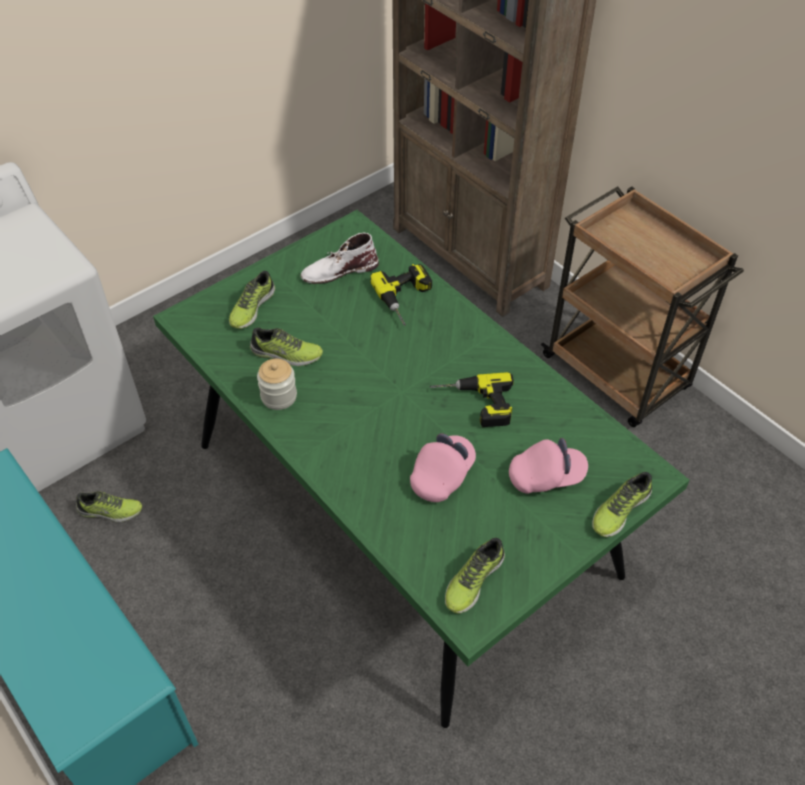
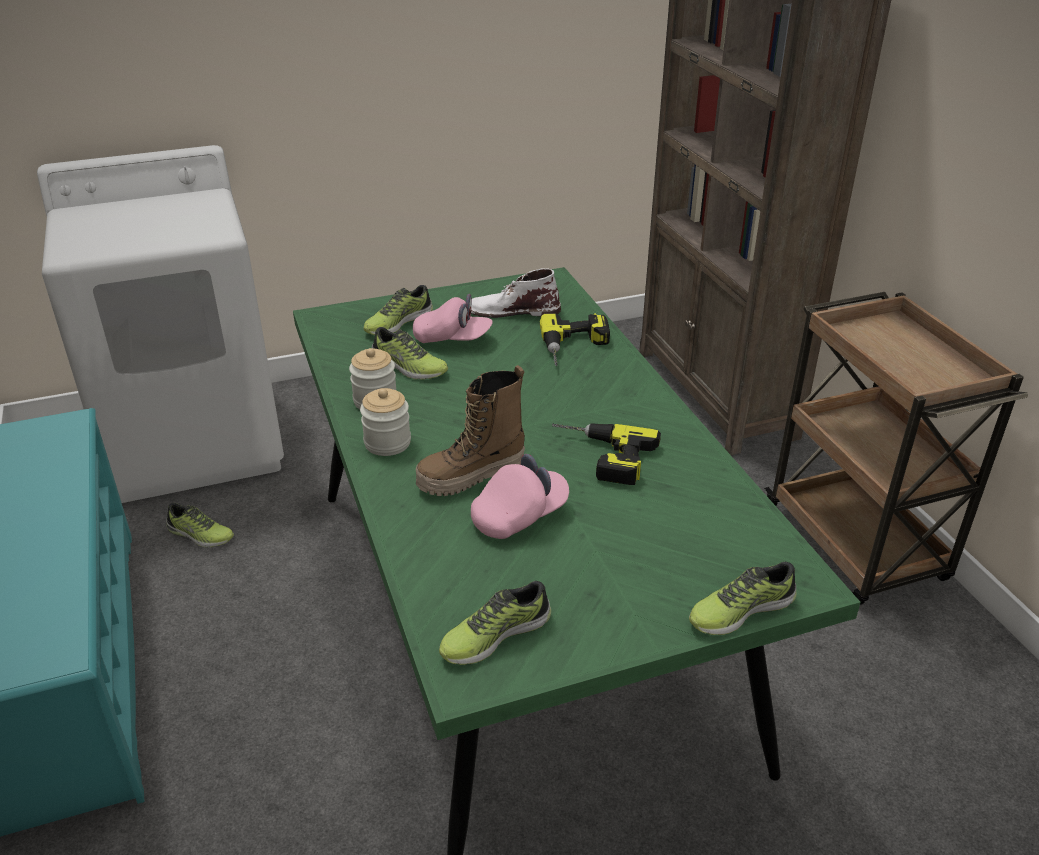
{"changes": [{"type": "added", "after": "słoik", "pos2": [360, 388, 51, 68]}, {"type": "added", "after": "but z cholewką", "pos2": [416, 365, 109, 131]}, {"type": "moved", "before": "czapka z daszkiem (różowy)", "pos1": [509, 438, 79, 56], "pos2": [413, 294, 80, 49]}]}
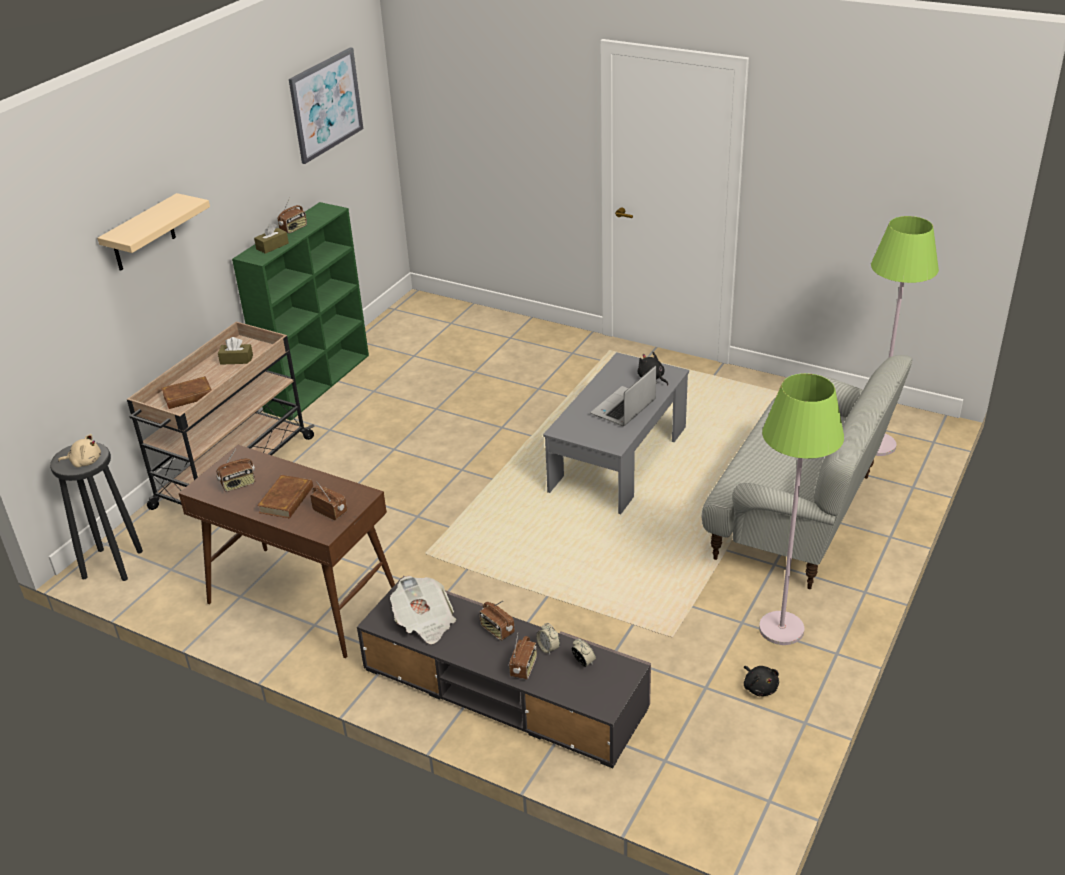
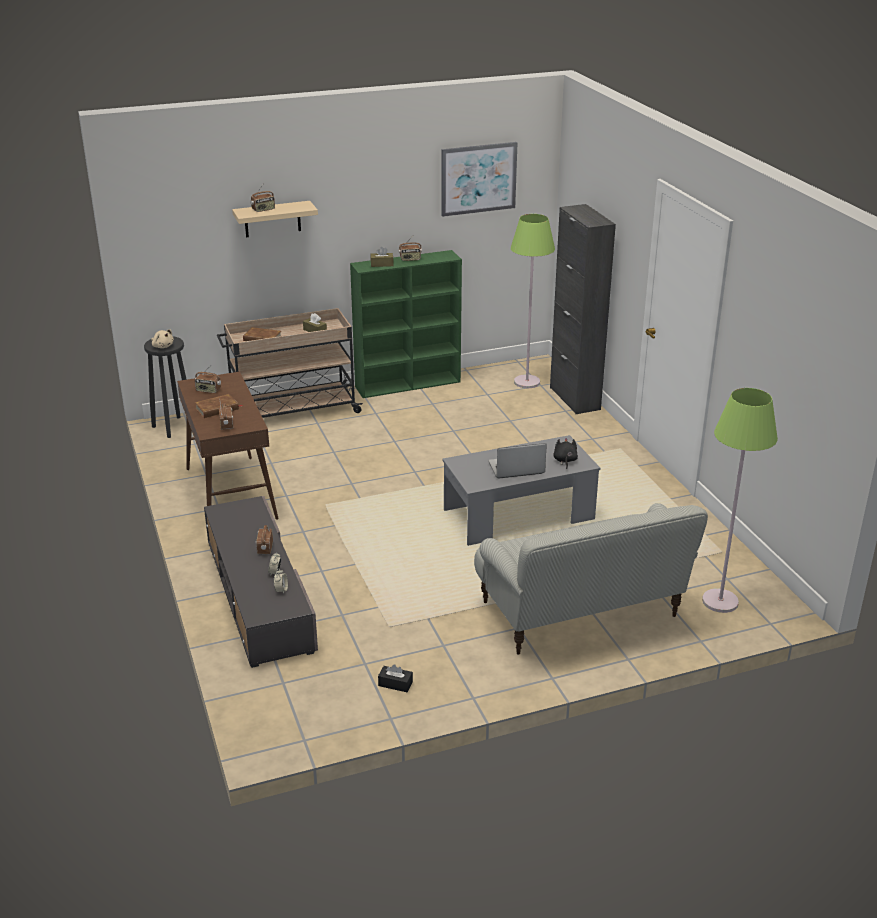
{"changes": [{"type": "removed", "before": "gazeta", "pos1": [390, 576, 66, 68]}, {"type": "added", "after": "szafka (czarny)", "pos2": [550, 204, 66, 210]}, {"type": "moved", "before": "radio", "pos1": [509, 634, 28, 45], "pos2": [250, 183, 25, 29]}, {"type": "moved", "before": "lampa stojąca (zielony)", "pos1": [759, 373, 85, 272], "pos2": [511, 214, 44, 174]}, {"type": "replaced", "before": "pluszak (czarny)", "after": "pudełko chusteczek (czarny)", "pos1": [744, 666, 35, 30], "pos2": [378, 664, 35, 28]}]}
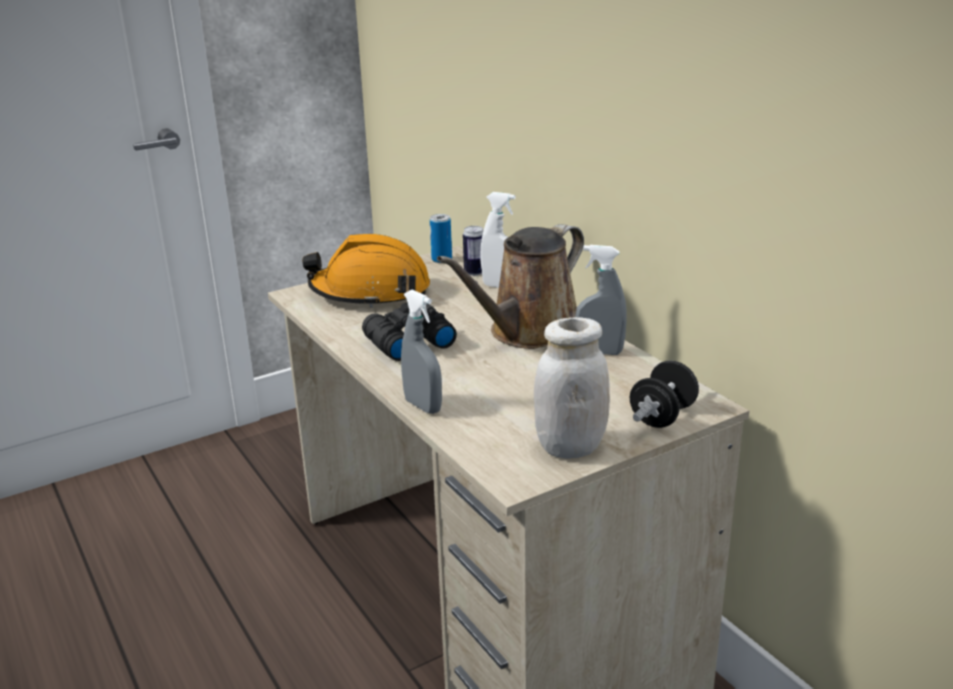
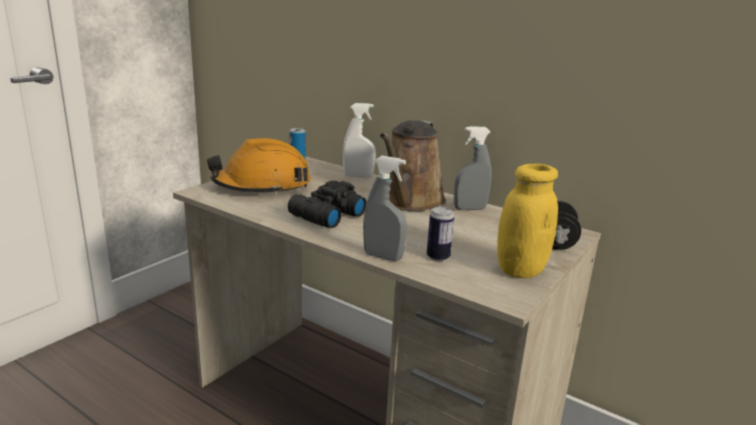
{"changes": [{"type": "moved", "before": "puszka", "pos1": [463, 226, 21, 50], "pos2": [427, 207, 27, 54]}, {"type": "recoloured", "before": "słoik (biały)", "after": "słoik (żółty)", "pos1": [534, 317, 76, 142], "pos2": [497, 164, 61, 114]}]}
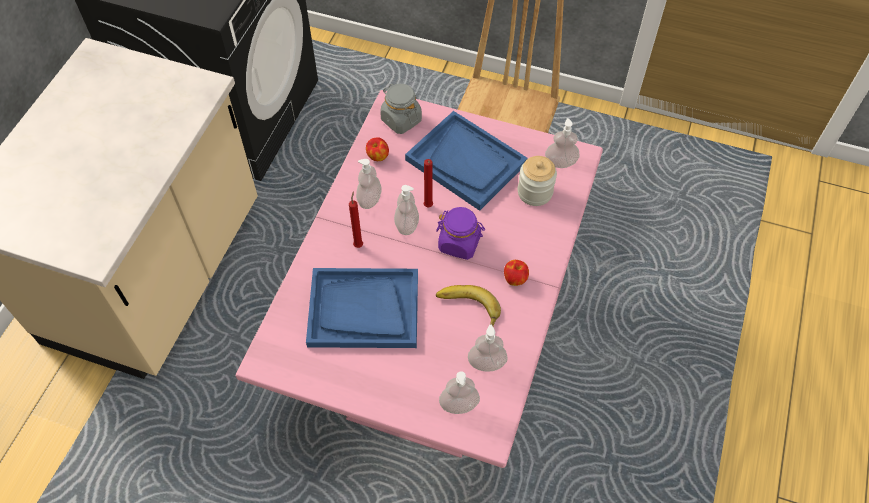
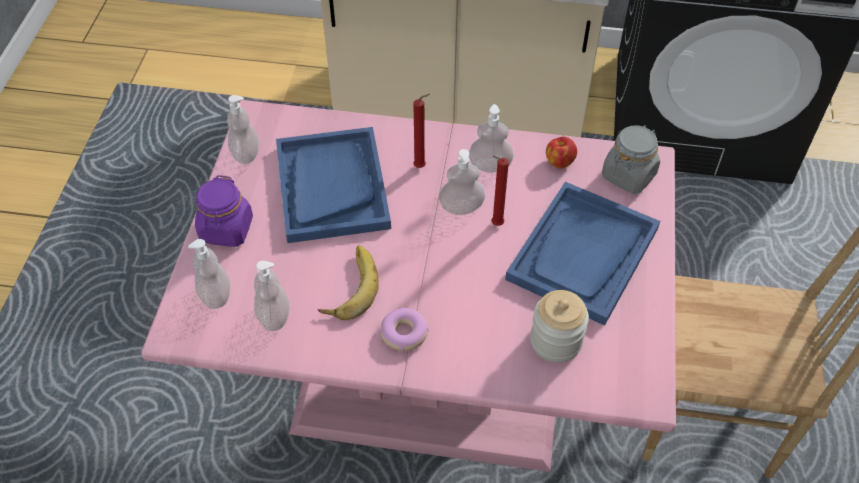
{"changes": [{"type": "moved", "before": "słoik (fioletowy)", "pos1": [436, 207, 49, 53], "pos2": [195, 175, 58, 72]}, {"type": "moved", "before": "dozownik mydła", "pos1": [545, 118, 35, 50], "pos2": [227, 95, 32, 69]}, {"type": "replaced", "before": "jabłko", "after": "donut", "pos1": [504, 260, 25, 26], "pos2": [380, 308, 48, 43]}]}
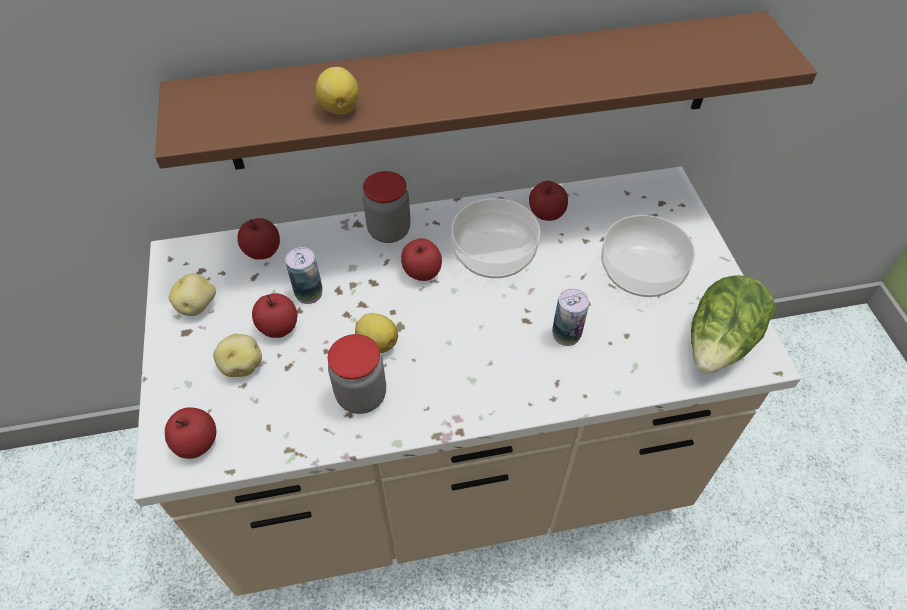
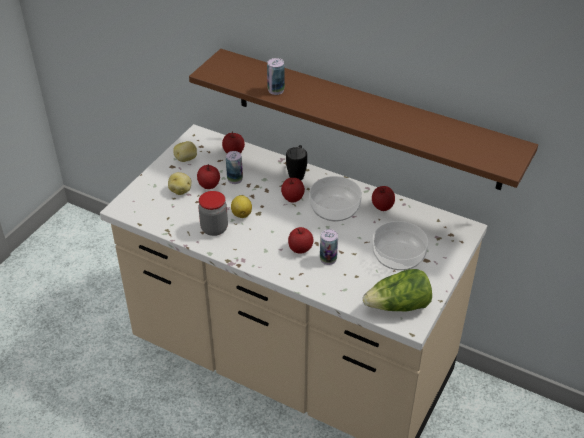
{"changes": [{"type": "moved", "before": "jabłko", "pos1": [165, 408, 51, 51], "pos2": [288, 227, 25, 26]}, {"type": "replaced", "before": "cytryna", "after": "puszka", "pos1": [316, 67, 43, 47], "pos2": [267, 58, 18, 37]}, {"type": "replaced", "before": "słoik", "after": "kubek (czarny)", "pos1": [363, 171, 47, 72], "pos2": [286, 145, 21, 35]}]}
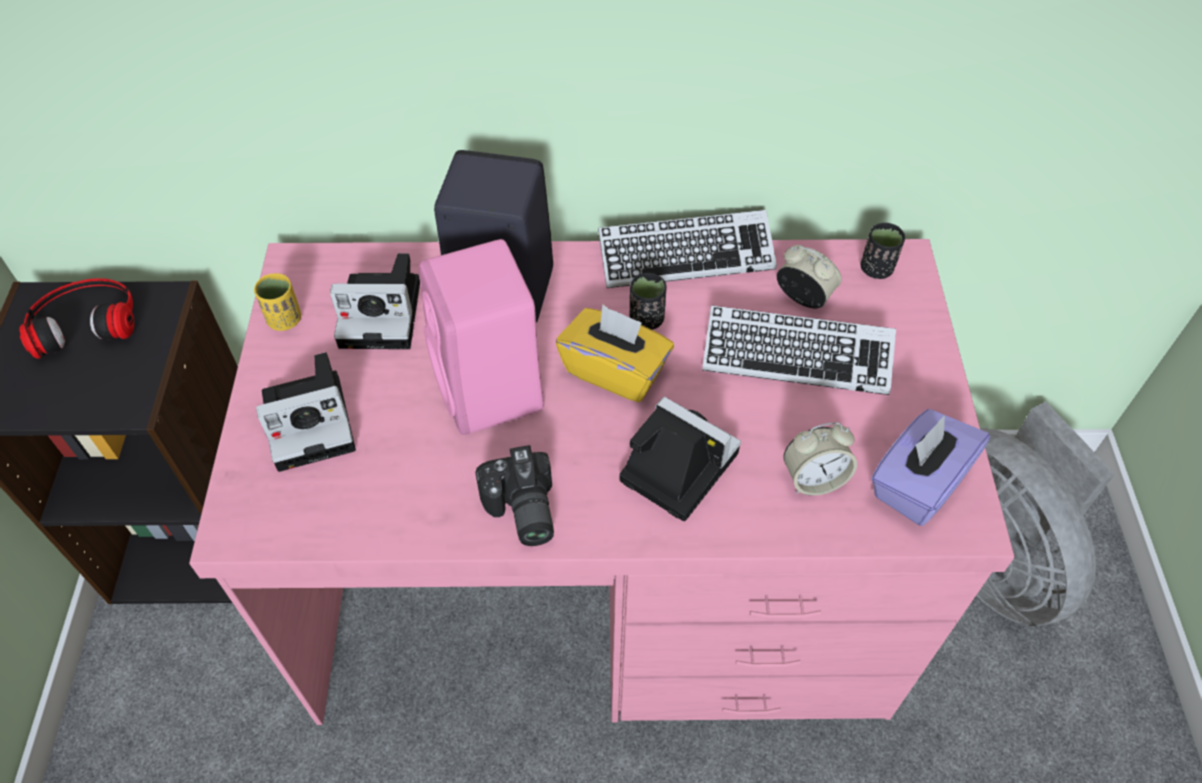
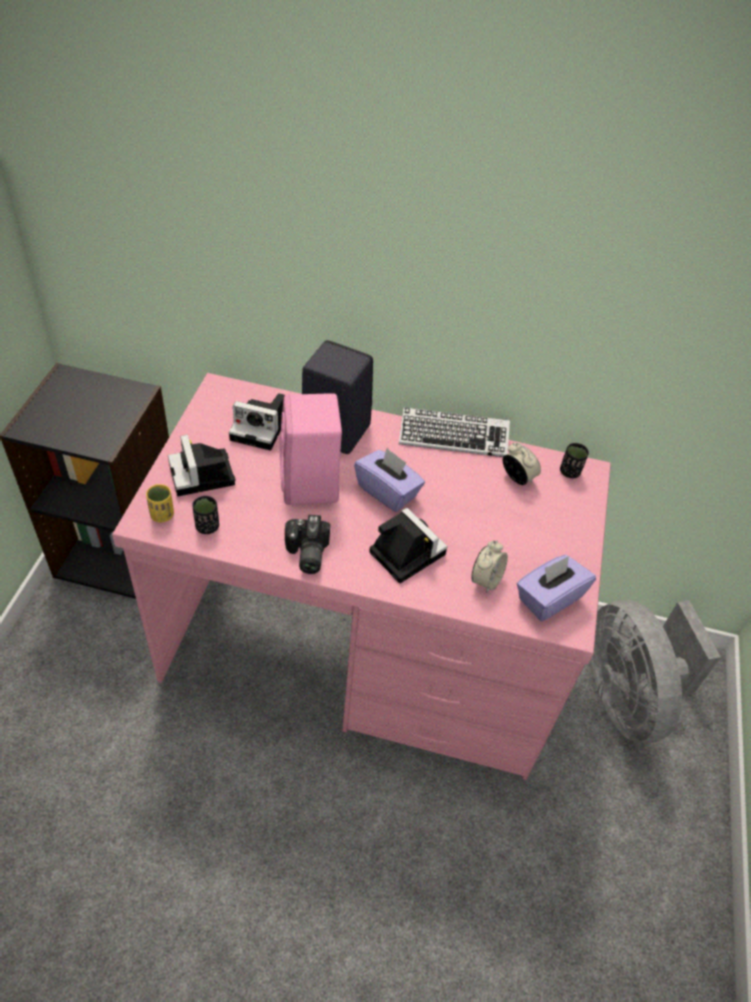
{"changes": [{"type": "removed", "before": "słuchawki", "pos1": [19, 278, 115, 81]}, {"type": "removed", "before": "klawiatura", "pos1": [702, 305, 194, 90]}, {"type": "moved", "before": "filiżanka (żółty)", "pos1": [254, 273, 47, 58], "pos2": [146, 484, 28, 38]}, {"type": "moved", "before": "filiżanka (czarny)", "pos1": [630, 273, 36, 57], "pos2": [192, 496, 27, 38]}, {"type": "recoloured", "before": "pudełko chusteczek (żółty)", "after": "pudełko chusteczek (fioletowy)", "pos1": [556, 304, 118, 98], "pos2": [354, 448, 71, 64]}, {"type": "turned", "before": "aparat fotograficzny", "pos1": [256, 352, 100, 120], "pos2": [168, 435, 68, 61], "turn": 75}, {"type": "turned", "before": "budzik", "pos1": [783, 423, 74, 73], "pos2": [471, 540, 37, 53], "turn": -60}]}
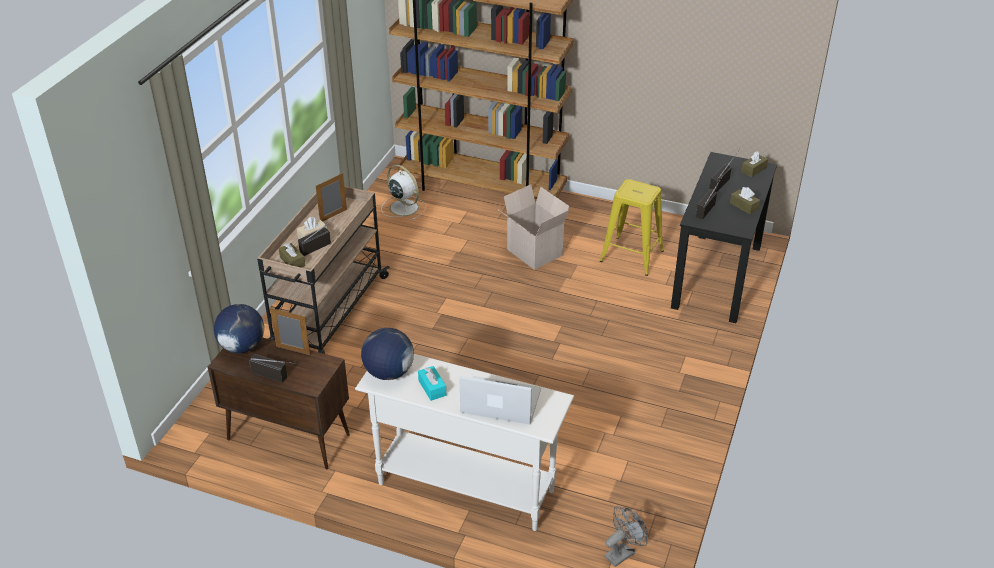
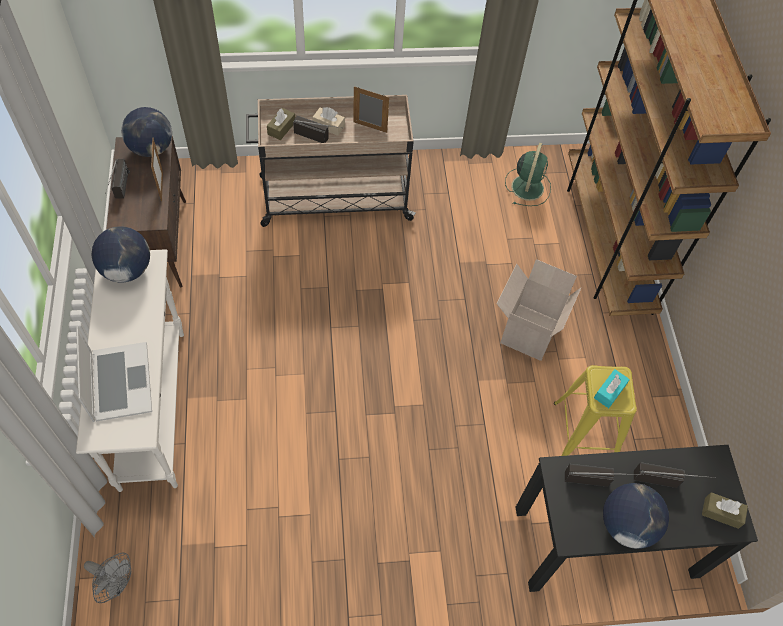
{"changes": [{"type": "moved", "before": "pudełko chusteczek (turkusowy)", "pos1": [418, 366, 28, 35], "pos2": [594, 369, 36, 39]}, {"type": "replaced", "before": "pudełko chusteczek (brązowy)", "after": "globus", "pos1": [730, 187, 30, 27], "pos2": [603, 483, 66, 66]}, {"type": "recoloured", "before": "wentylator (biały)", "after": "wentylator (zielony)", "pos1": [381, 165, 45, 55], "pos2": [505, 142, 46, 64]}]}
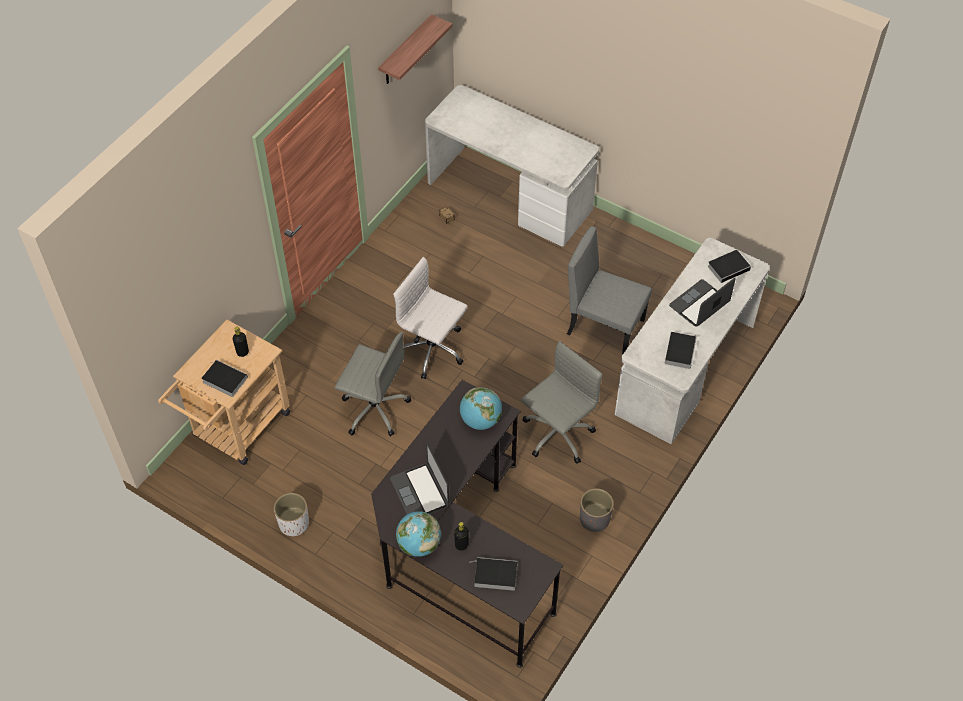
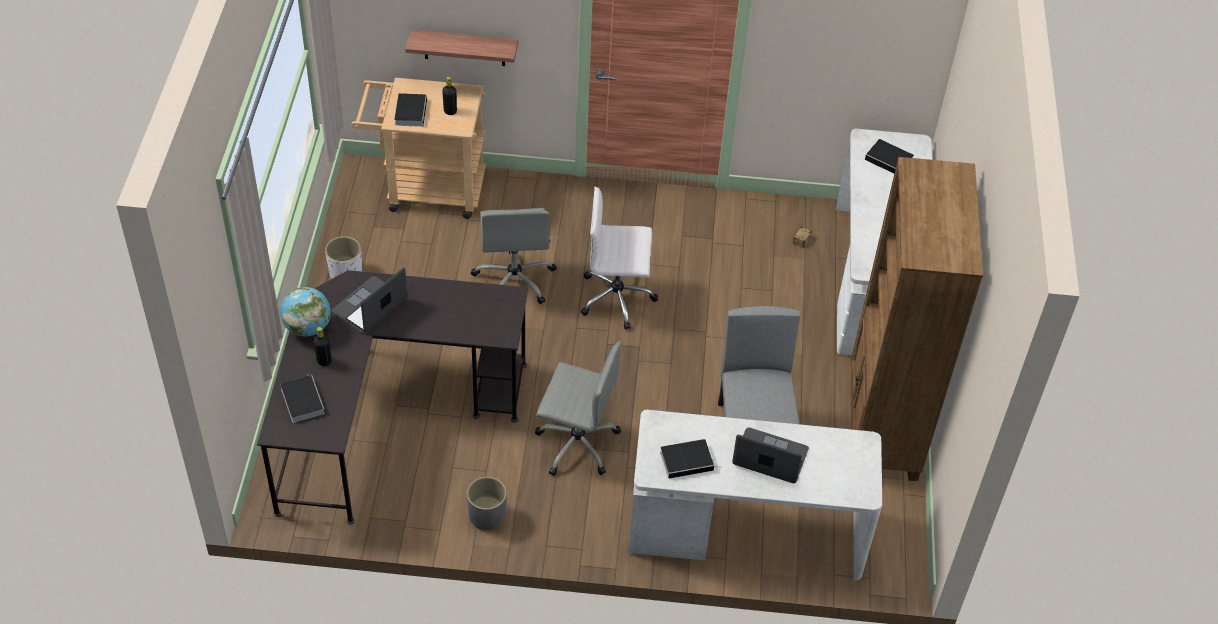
{"changes": [{"type": "removed", "before": "globus", "pos1": [460, 387, 42, 43]}, {"type": "added", "after": "regał (brązowy)", "pos2": [851, 157, 132, 324]}, {"type": "moved", "before": "półka", "pos1": [378, 14, 74, 70], "pos2": [405, 30, 113, 36]}, {"type": "moved", "before": "książka", "pos1": [708, 250, 45, 33], "pos2": [865, 139, 49, 34]}, {"type": "turned", "before": "krzesło biurowe (biały)", "pos1": [393, 257, 75, 122], "pos2": [581, 186, 77, 144], "turn": -90}]}
